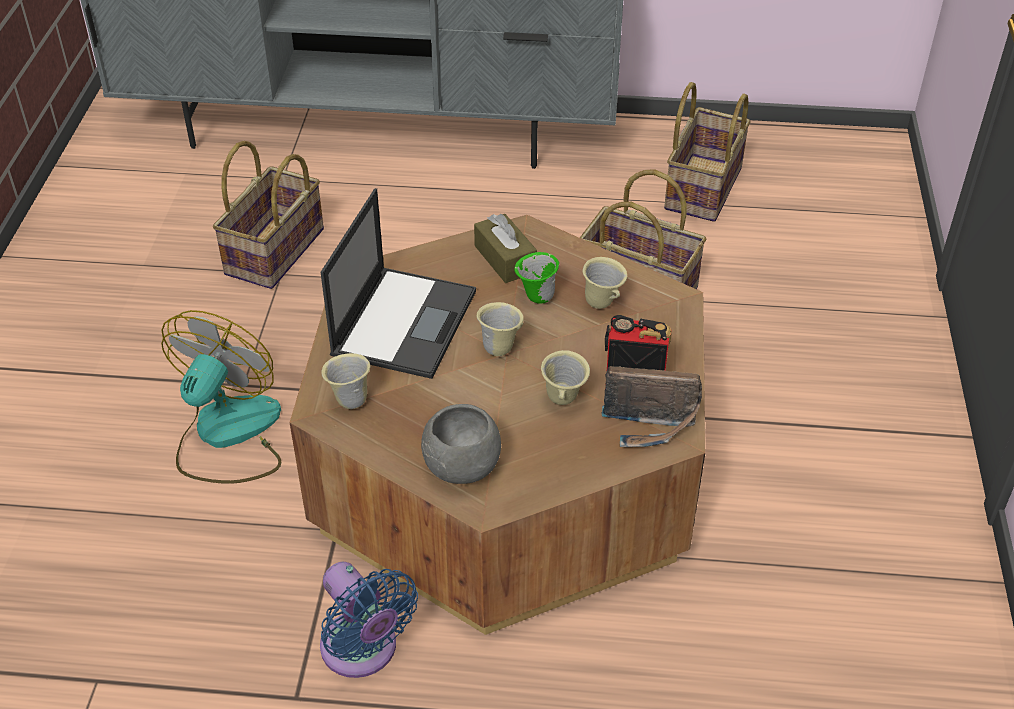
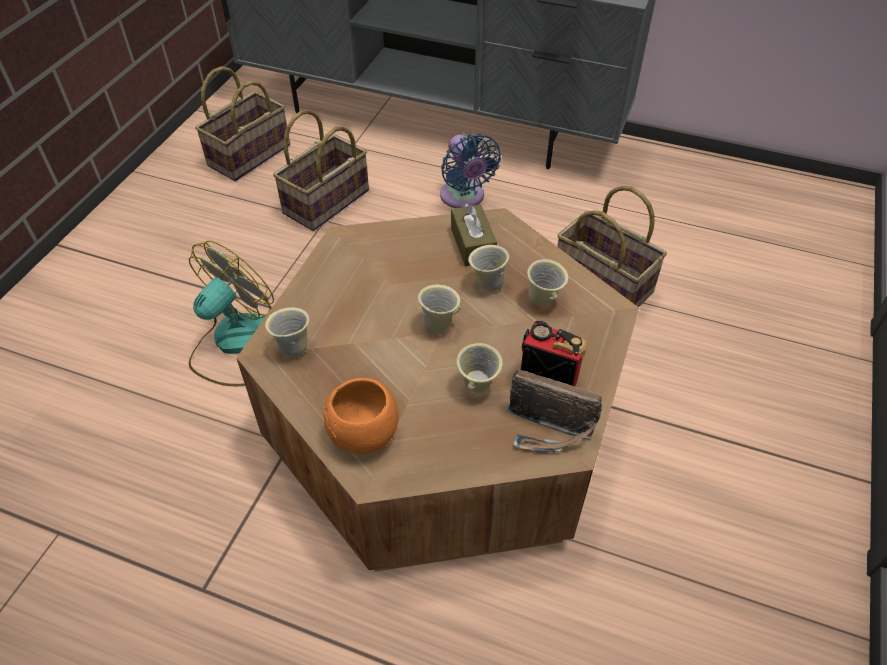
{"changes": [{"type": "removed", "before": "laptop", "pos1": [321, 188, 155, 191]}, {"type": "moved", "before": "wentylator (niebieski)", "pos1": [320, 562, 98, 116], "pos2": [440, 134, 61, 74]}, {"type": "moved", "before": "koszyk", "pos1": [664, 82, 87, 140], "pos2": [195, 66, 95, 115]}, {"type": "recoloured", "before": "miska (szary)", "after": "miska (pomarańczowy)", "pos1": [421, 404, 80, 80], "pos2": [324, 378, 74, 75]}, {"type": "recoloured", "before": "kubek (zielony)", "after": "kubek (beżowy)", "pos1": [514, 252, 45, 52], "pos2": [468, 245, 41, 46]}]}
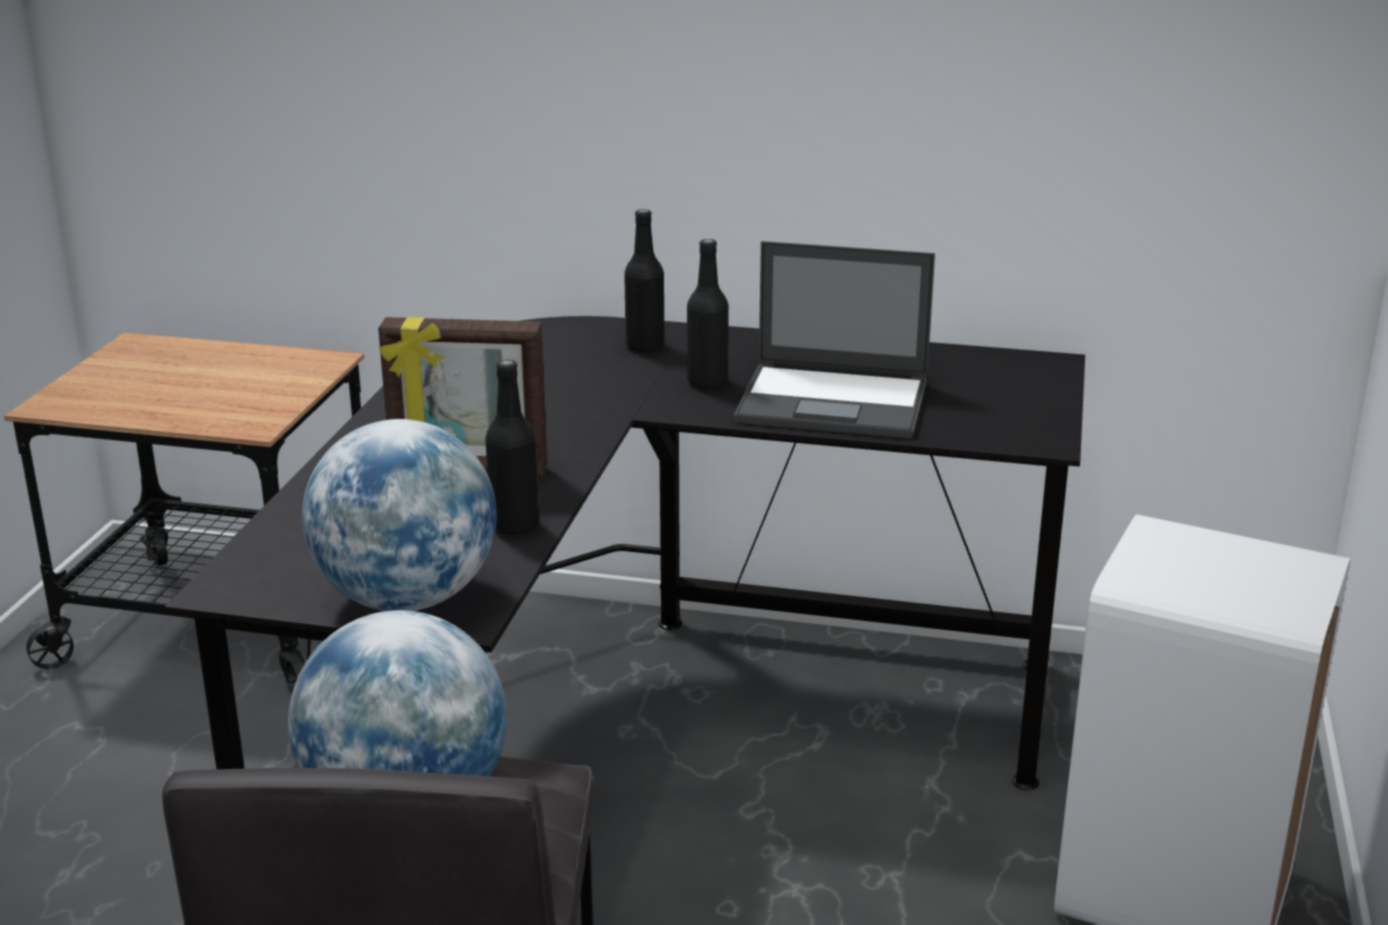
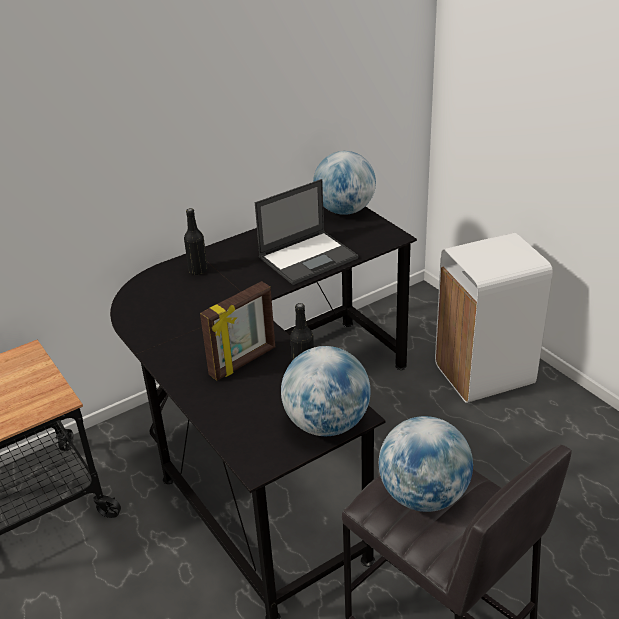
{"changes": [{"type": "removed", "before": "butelka (czarny)", "pos1": [687, 239, 42, 150]}, {"type": "added", "after": "globus", "pos2": [313, 151, 63, 64]}]}
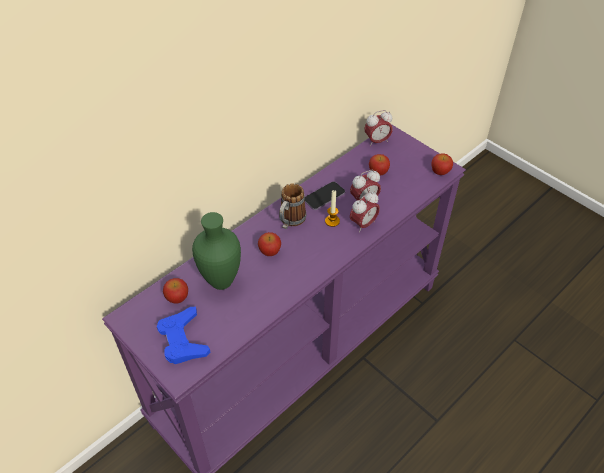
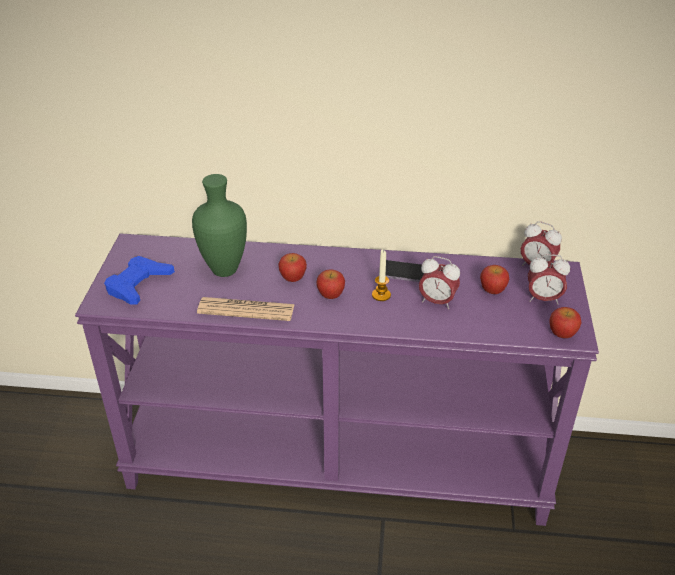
{"changes": [{"type": "removed", "before": "kubek", "pos1": [279, 183, 27, 46]}, {"type": "added", "after": "gazeta", "pos2": [197, 297, 98, 24]}, {"type": "moved", "before": "jabłko", "pos1": [163, 278, 25, 26], "pos2": [316, 269, 29, 30]}, {"type": "moved", "before": "budzik", "pos1": [350, 191, 30, 42], "pos2": [528, 254, 42, 50]}]}
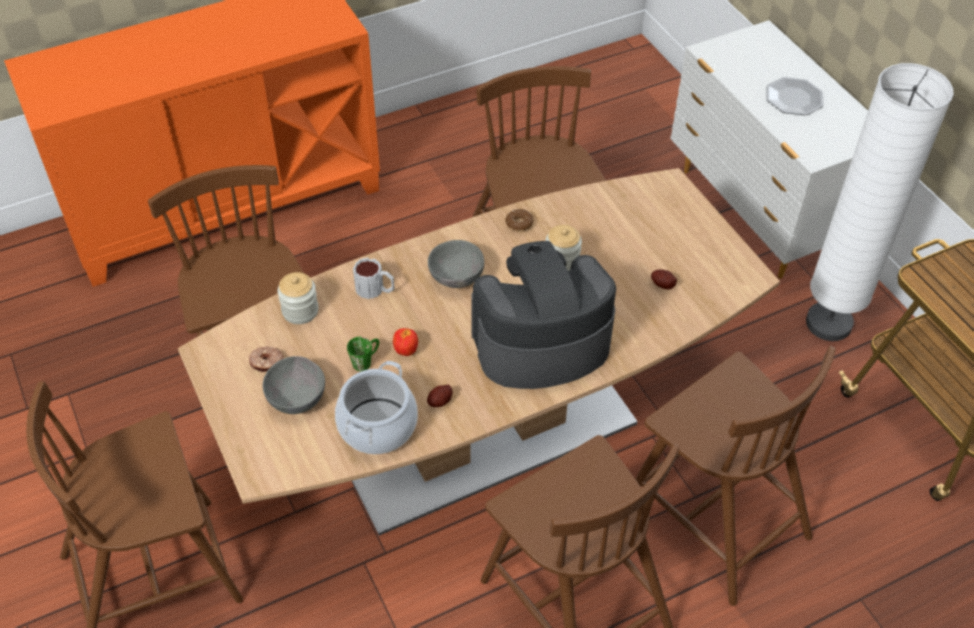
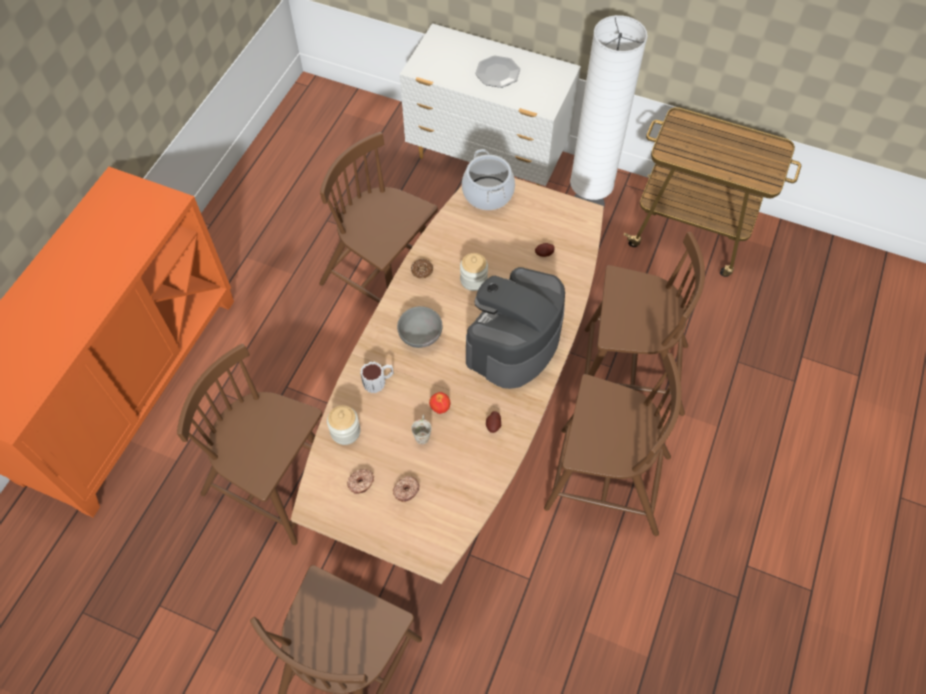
{"changes": [{"type": "moved", "before": "garnek", "pos1": [335, 361, 83, 93], "pos2": [462, 149, 53, 61]}, {"type": "replaced", "before": "miska (szary)", "after": "donut", "pos1": [263, 356, 62, 58], "pos2": [393, 476, 27, 26]}, {"type": "recoloured", "before": "kubek (zielony)", "after": "kubek (biały)", "pos1": [347, 337, 32, 34], "pos2": [411, 414, 20, 30]}]}
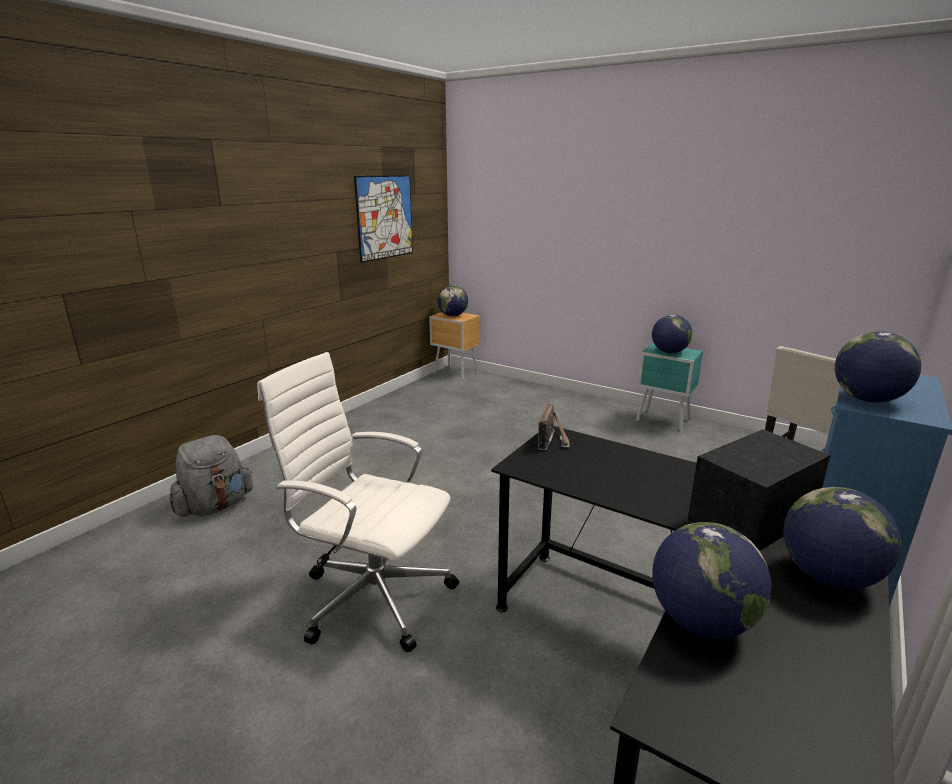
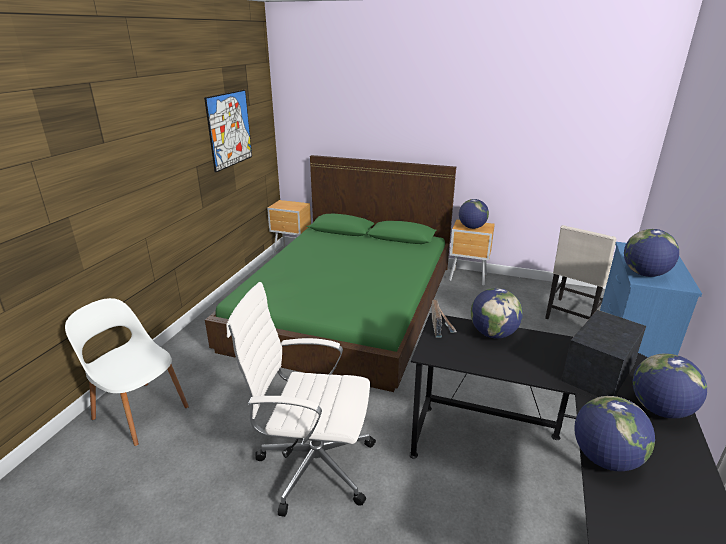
{"changes": [{"type": "added", "after": "łóżko (zielony)", "pos2": [205, 155, 251, 237]}, {"type": "moved", "before": "globus", "pos1": [438, 285, 30, 31], "pos2": [471, 288, 52, 50]}, {"type": "replaced", "before": "plecak (szary)", "after": "krzesło (biały)", "pos1": [170, 435, 83, 82], "pos2": [65, 298, 124, 148]}, {"type": "recoloured", "before": "szafka nocna (turkusowy)", "after": "szafka nocna (brązowy)", "pos1": [636, 343, 67, 88], "pos2": [449, 220, 46, 66]}]}
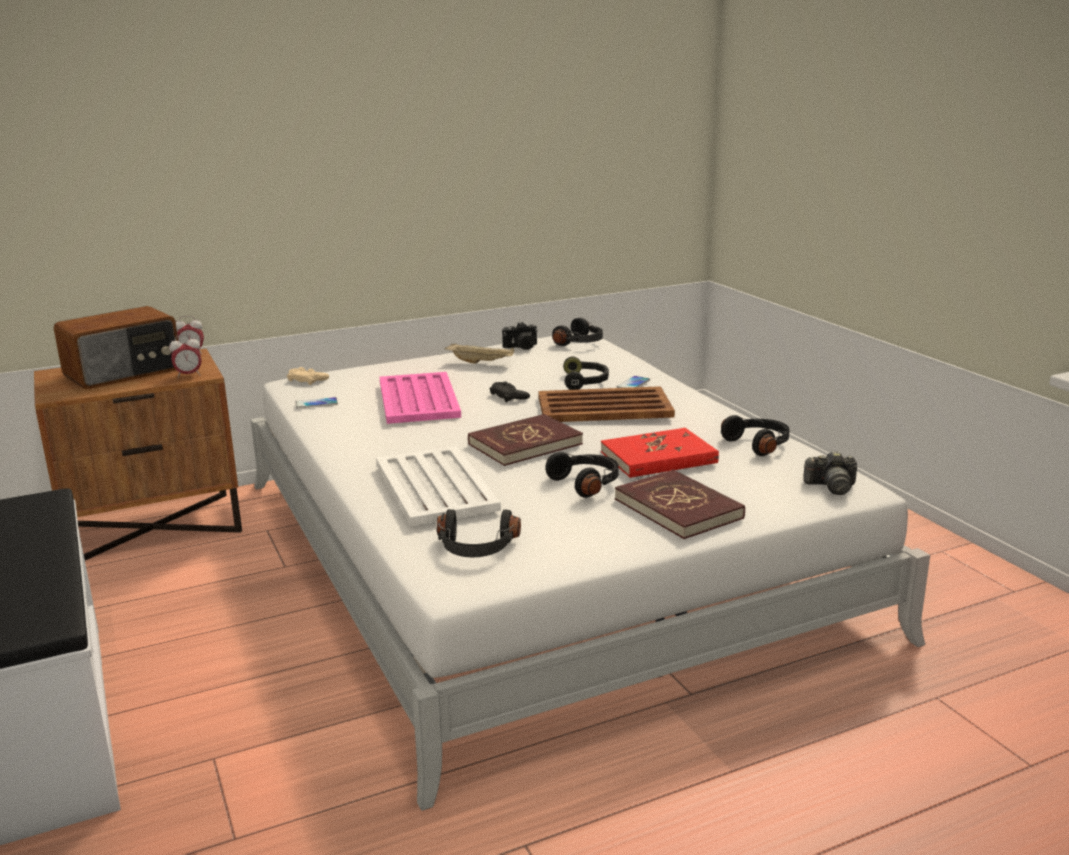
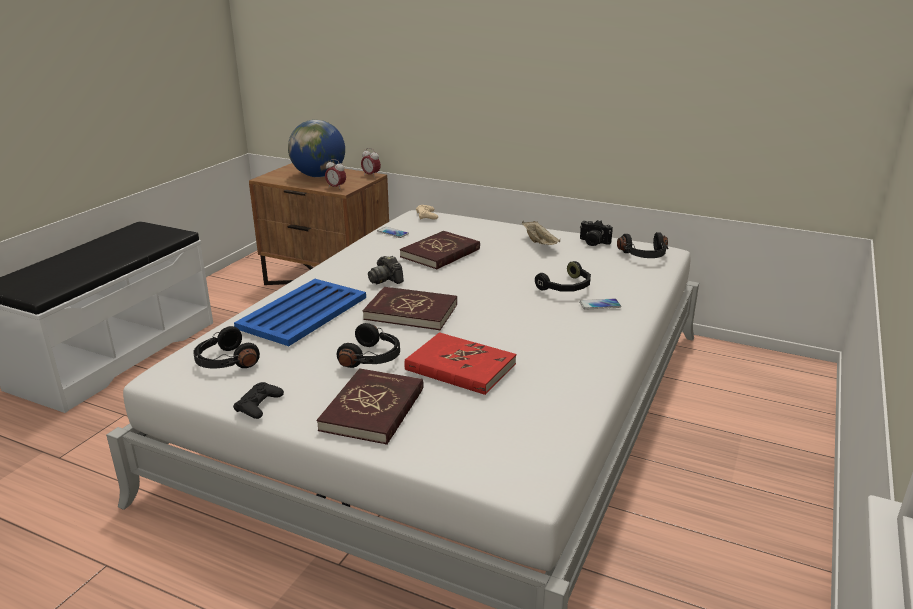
{"changes": [{"type": "removed", "before": "taca (brązowy)", "pos1": [538, 386, 137, 36]}, {"type": "removed", "before": "słuchawki (czarny)", "pos1": [721, 415, 69, 41]}, {"type": "moved", "before": "pad do gier (czarny)", "pos1": [490, 381, 40, 22], "pos2": [233, 382, 51, 37]}, {"type": "moved", "before": "aparat fotograficzny", "pos1": [803, 451, 54, 44], "pos2": [368, 256, 36, 28]}, {"type": "replaced", "before": "radio", "after": "globus", "pos1": [54, 306, 124, 83], "pos2": [288, 120, 57, 57]}, {"type": "replaced", "before": "taca (różowy)", "after": "książka (czerwony)", "pos1": [380, 372, 81, 52], "pos2": [400, 231, 80, 39]}, {"type": "recoloured", "before": "taca (biały)", "after": "taca (niebieski)", "pos1": [376, 446, 125, 80], "pos2": [234, 279, 132, 67]}]}
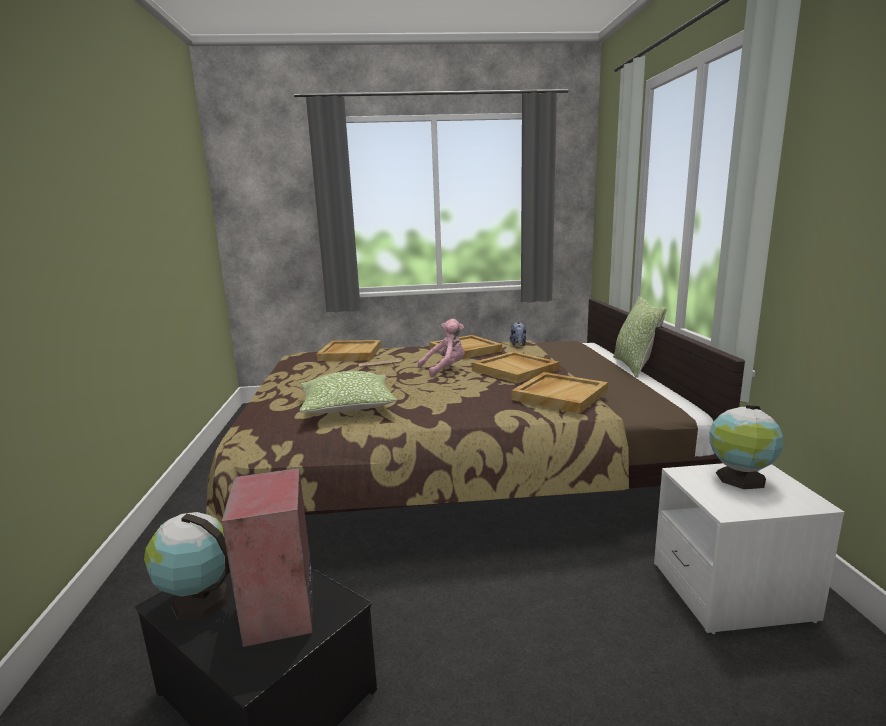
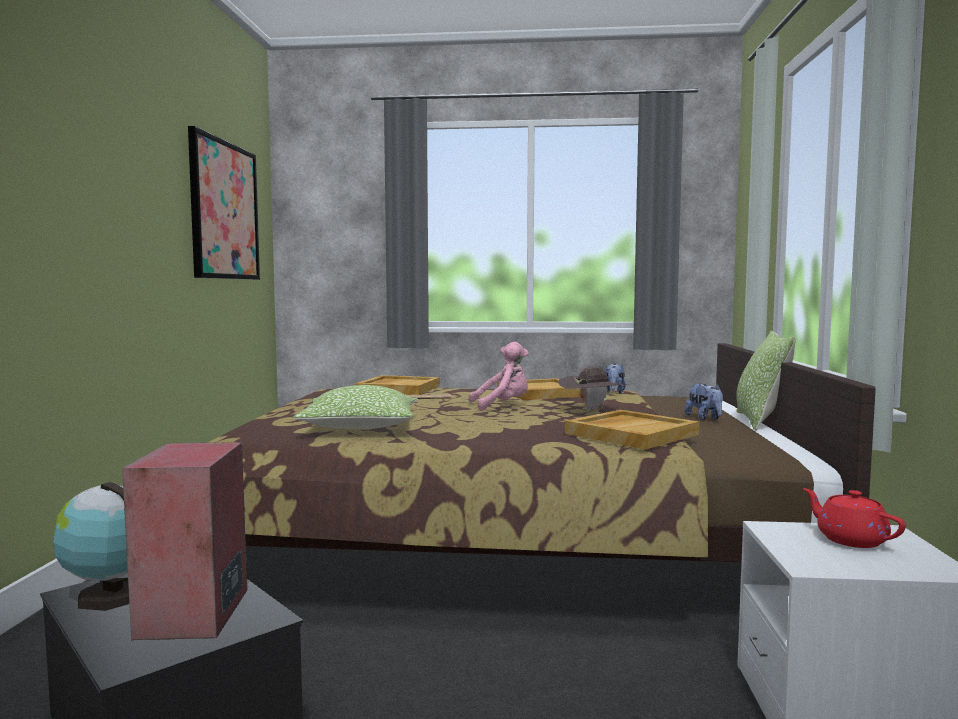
{"changes": [{"type": "added", "after": "obraz", "pos2": [188, 126, 72, 154]}, {"type": "added", "after": "pluszak", "pos2": [685, 384, 38, 36]}, {"type": "replaced", "before": "taca (beżowy)", "after": "kapelusz (brązowy)", "pos1": [472, 351, 87, 33], "pos2": [558, 366, 70, 47]}, {"type": "replaced", "before": "globus", "after": "imbryk (czerwony)", "pos1": [709, 405, 74, 84], "pos2": [803, 488, 103, 60]}]}
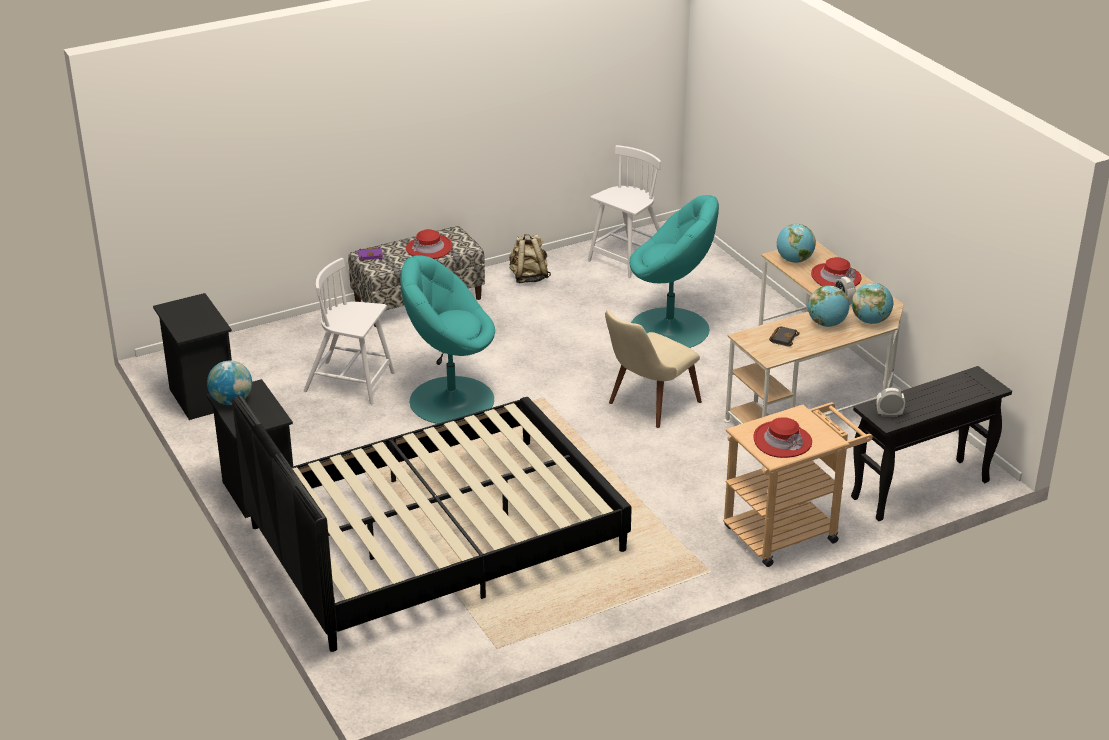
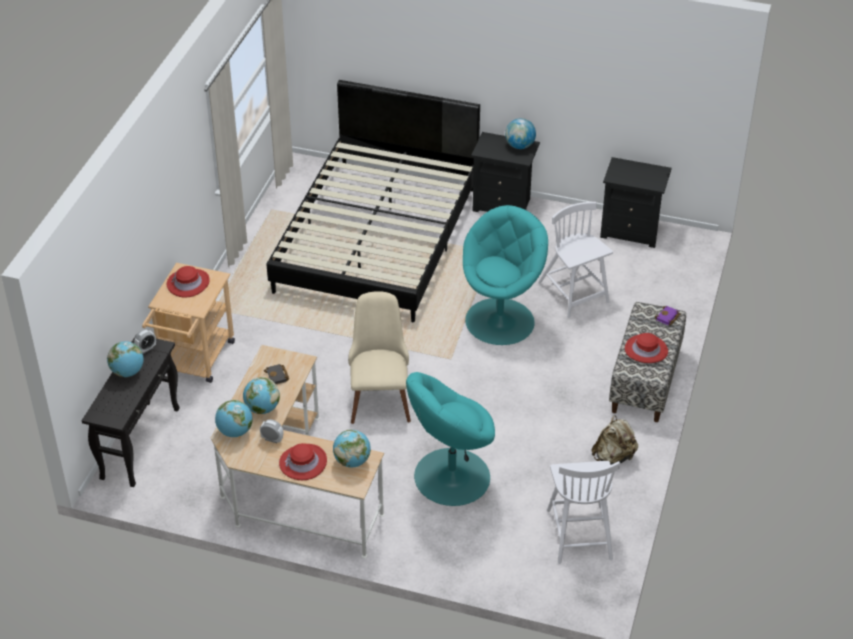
{"changes": [{"type": "added", "after": "globus", "pos2": [107, 341, 37, 36]}, {"type": "turned", "before": "krzesło (biały)", "pos1": [303, 258, 92, 146], "pos2": [538, 202, 75, 116], "turn": -90}]}
